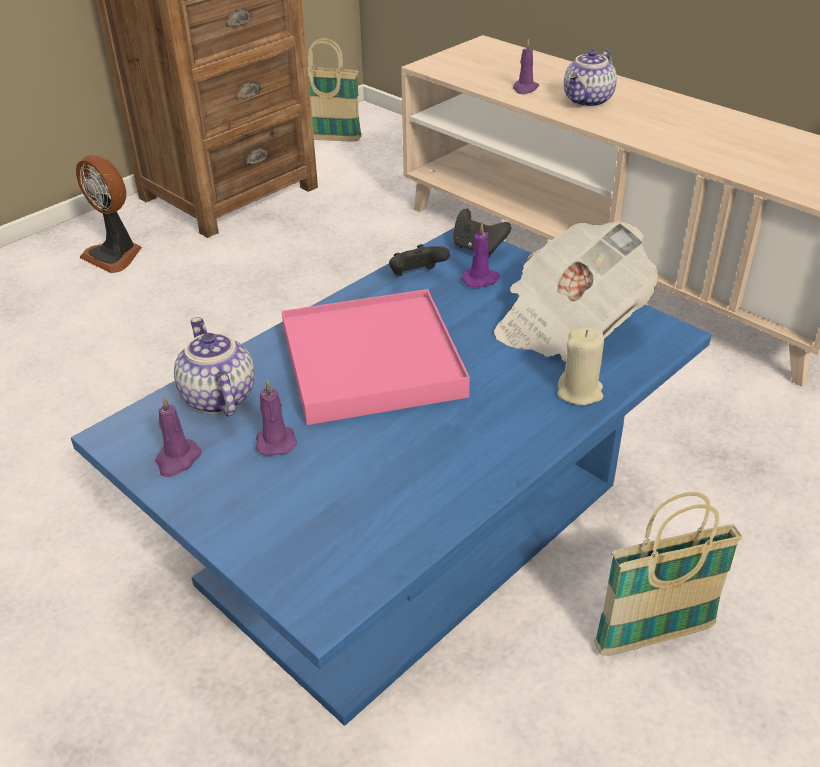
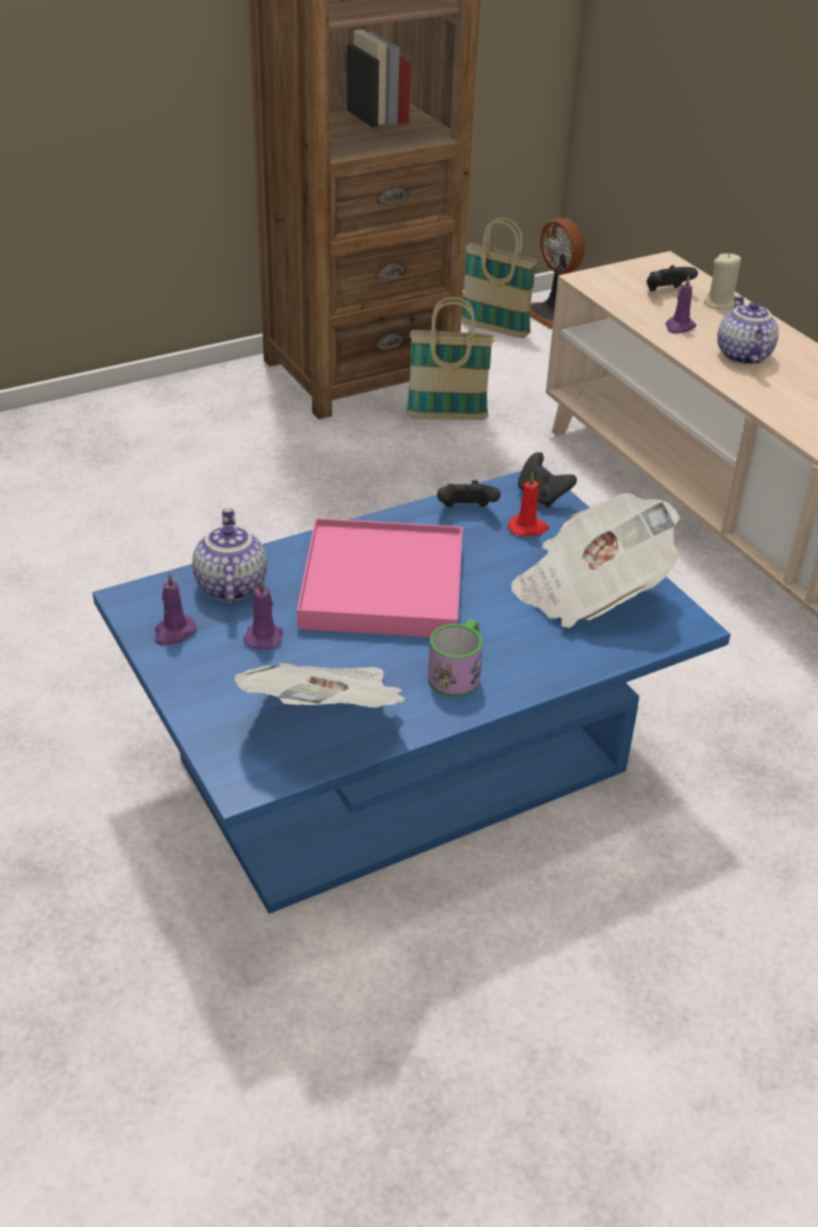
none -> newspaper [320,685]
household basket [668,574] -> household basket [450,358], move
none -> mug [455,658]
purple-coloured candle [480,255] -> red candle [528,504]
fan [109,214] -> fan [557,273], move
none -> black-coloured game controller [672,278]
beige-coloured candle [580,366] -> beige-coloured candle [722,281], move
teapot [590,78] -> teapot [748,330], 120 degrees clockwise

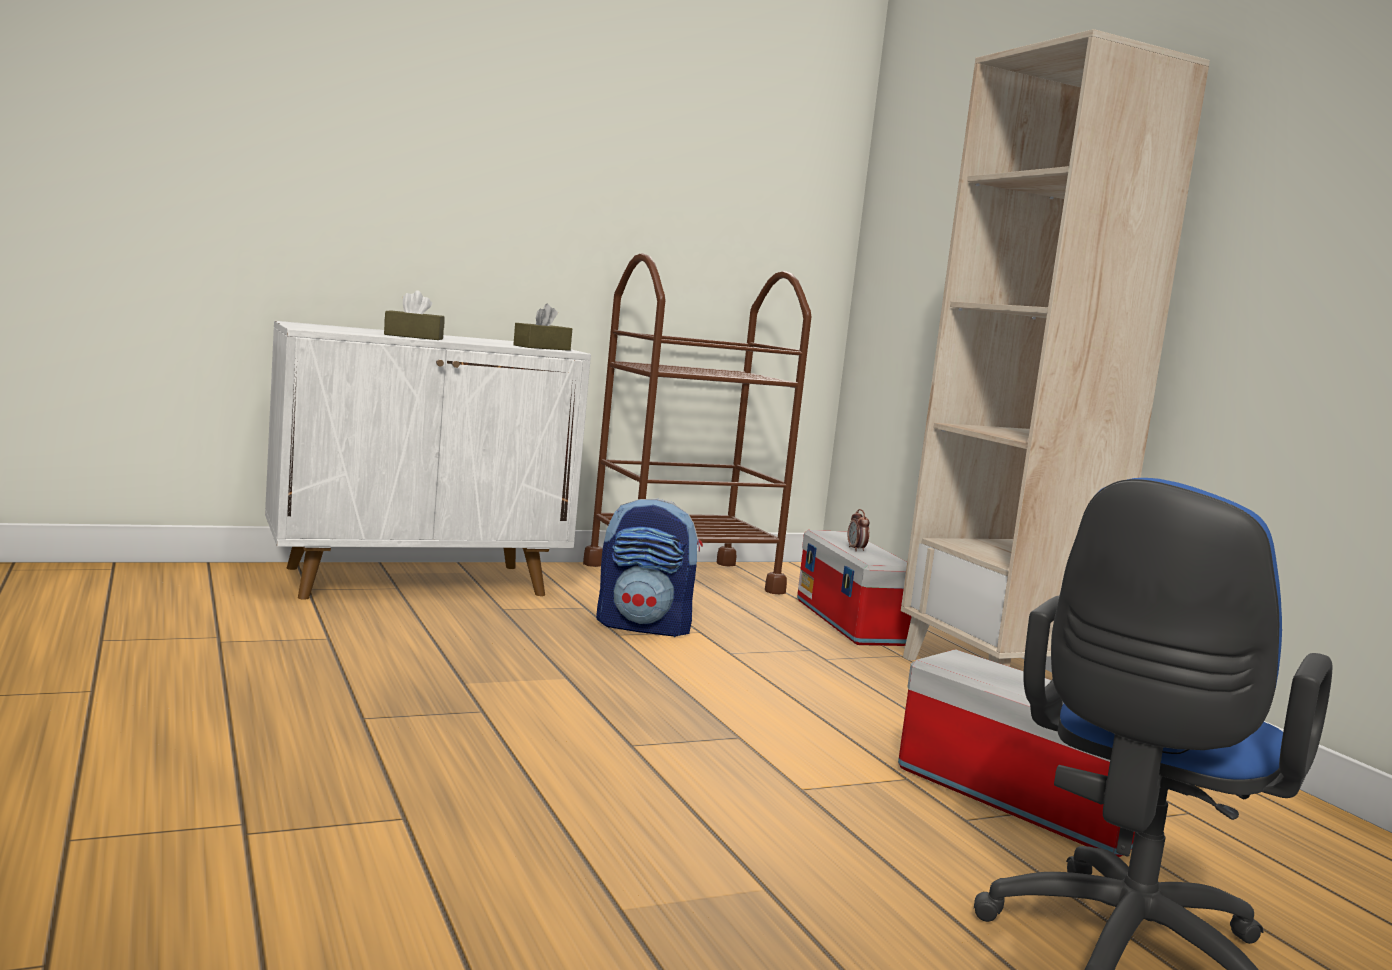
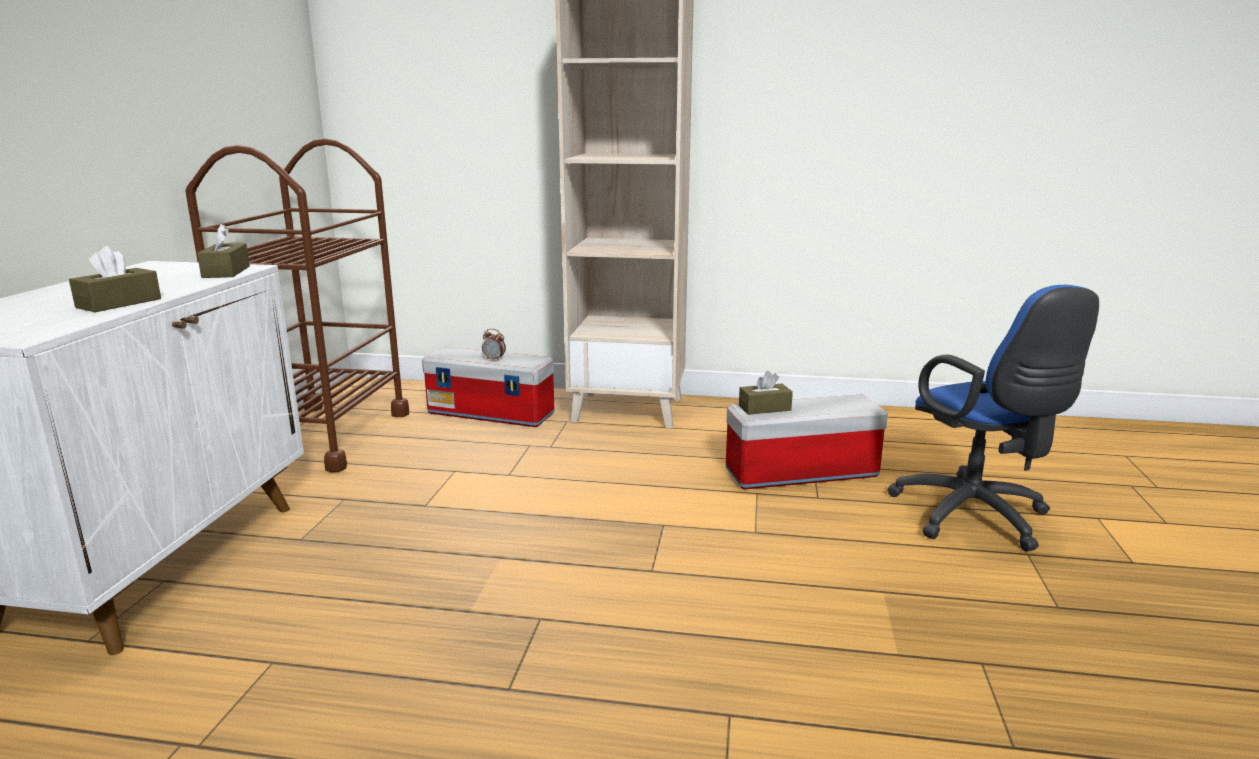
none -> brown tissue holder [766,393]
knapsack [649,567] -> none

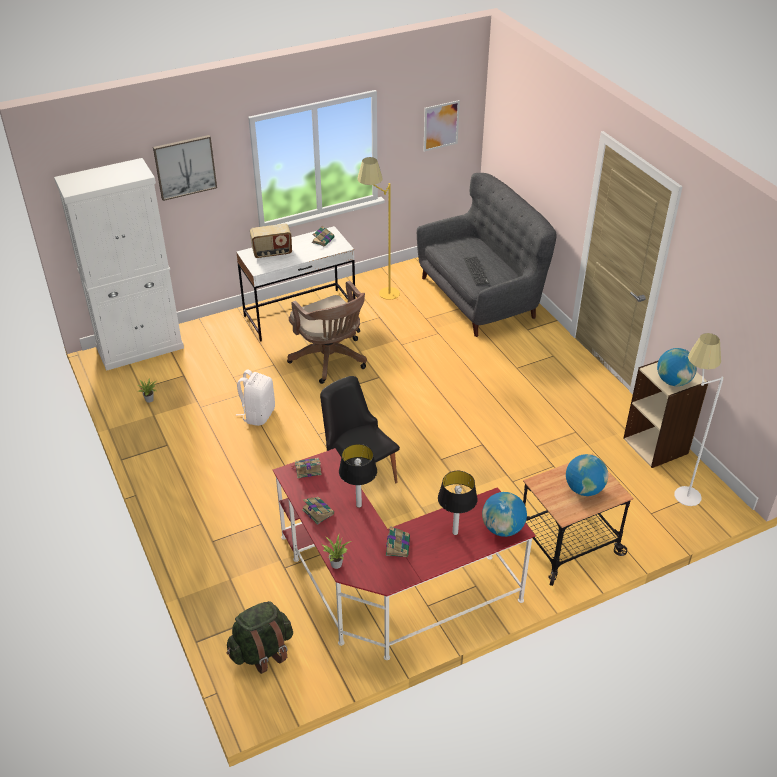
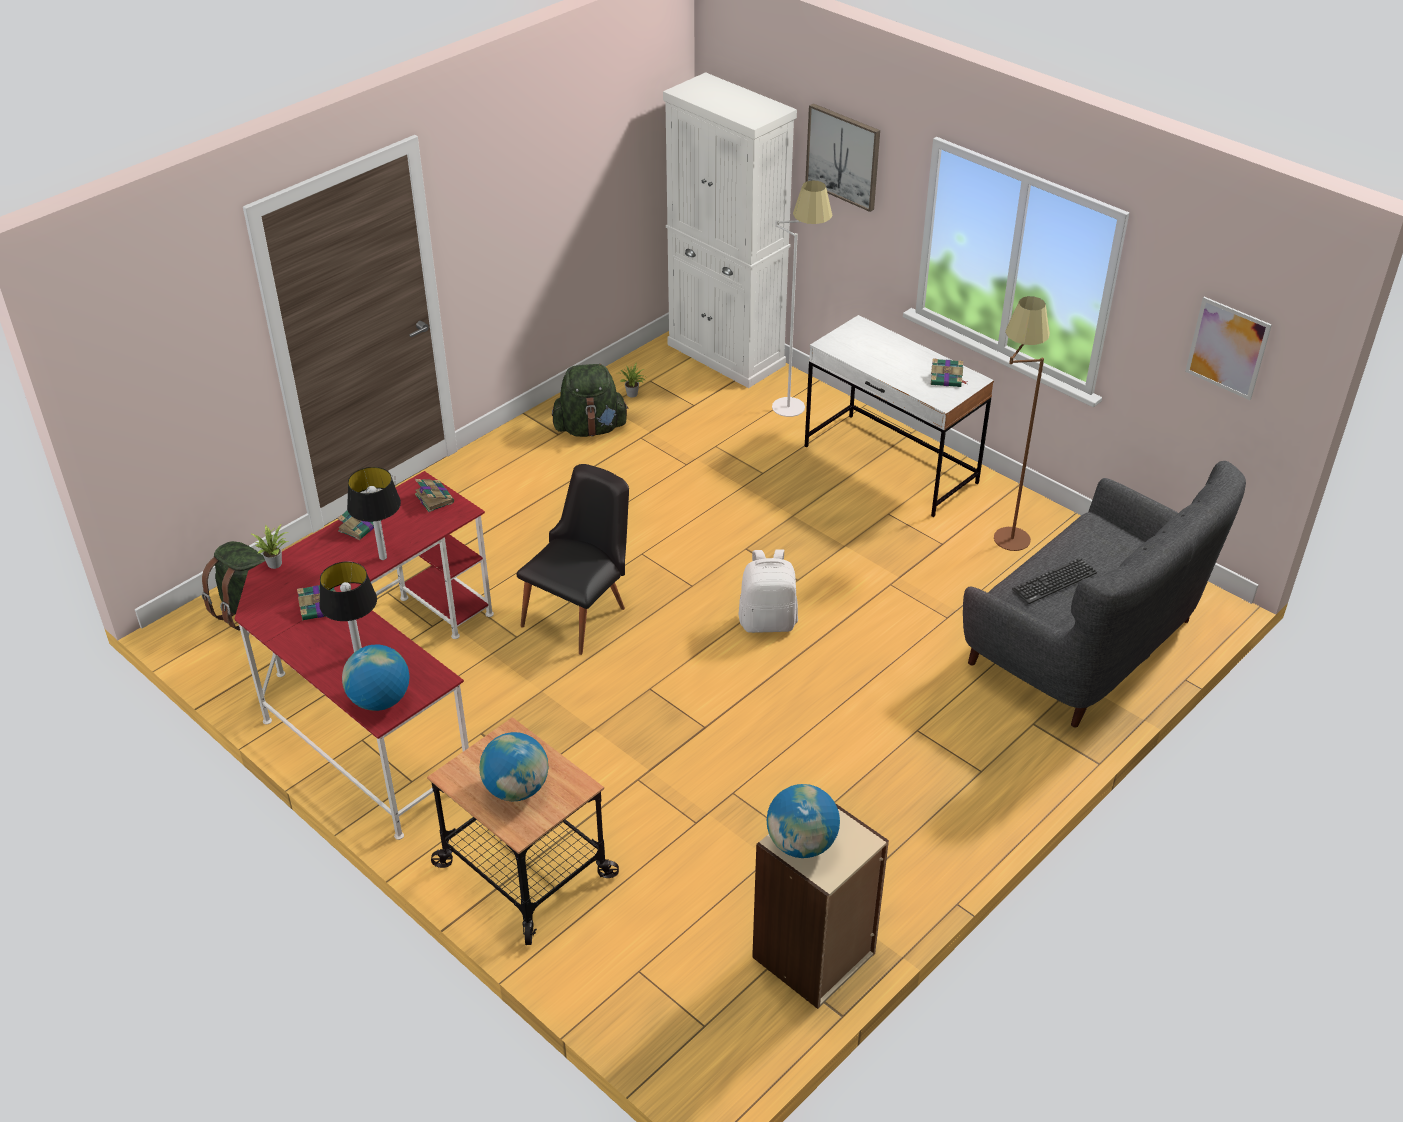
none -> greenish knapsack [590,400]
whitish knapsack [255,398] -> whitish knapsack [768,591], move
whitish standing lamp [699,419] -> whitish standing lamp [802,299], move
yellow-coloured standing lamp [379,228] -> brown standing lamp [1022,423]
radio set [271,241] -> none
brown office chair [327,332] -> none

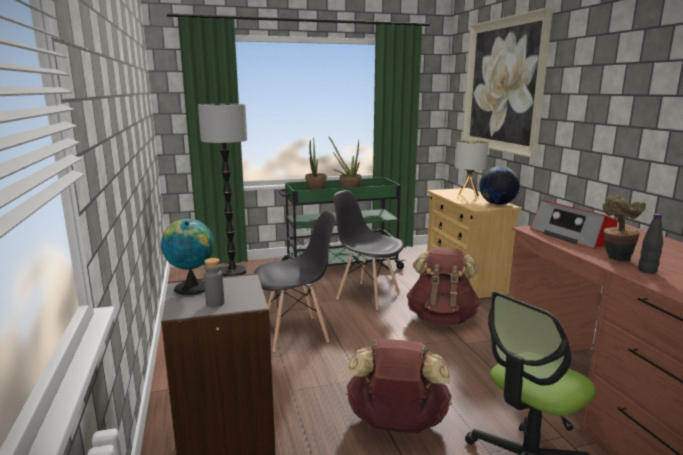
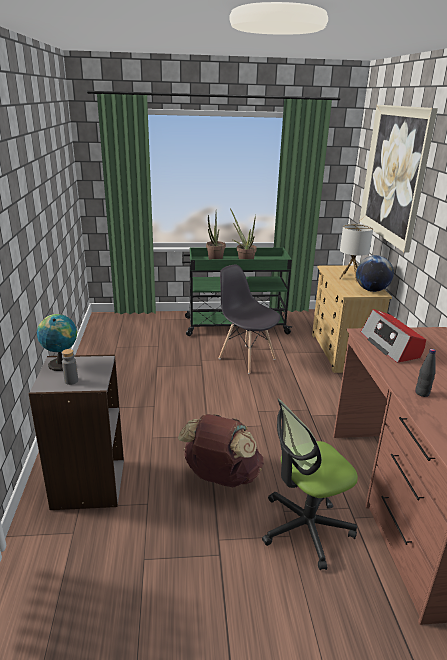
standing lamp [222,190] -> none
gray upright chair [295,281] -> none
brown knapsack [443,286] -> none
houseplant [624,228] -> none

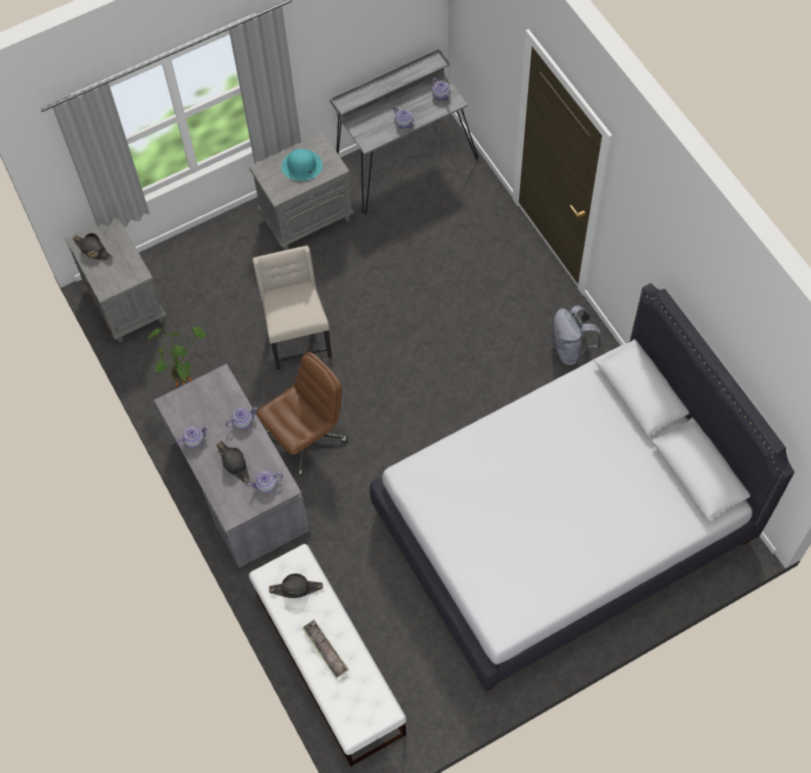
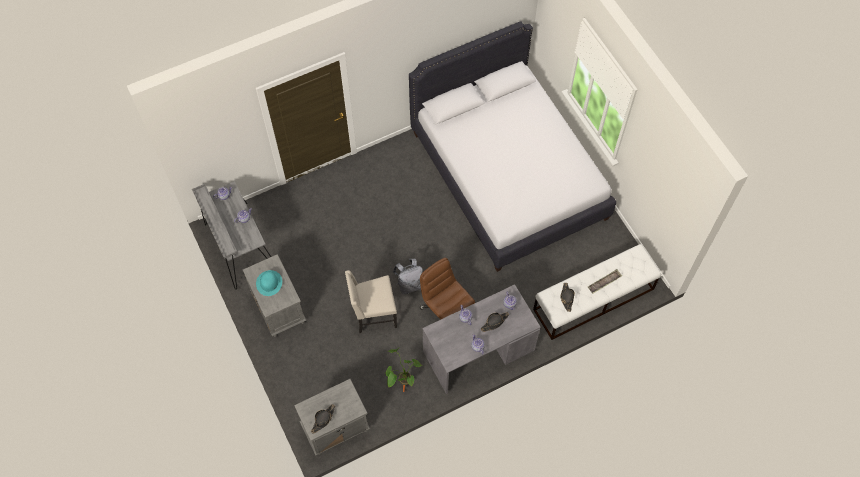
gray knapsack [576,335] -> gray knapsack [408,276], move

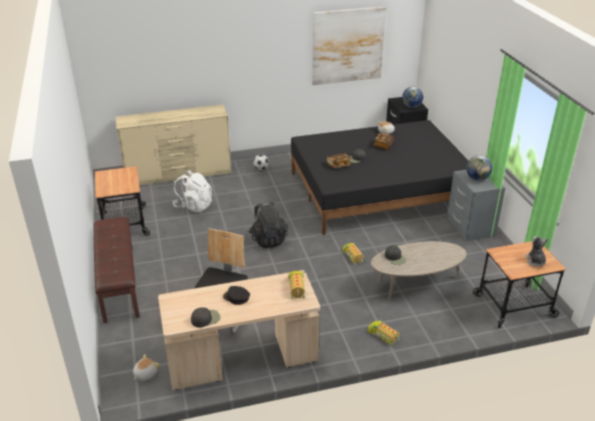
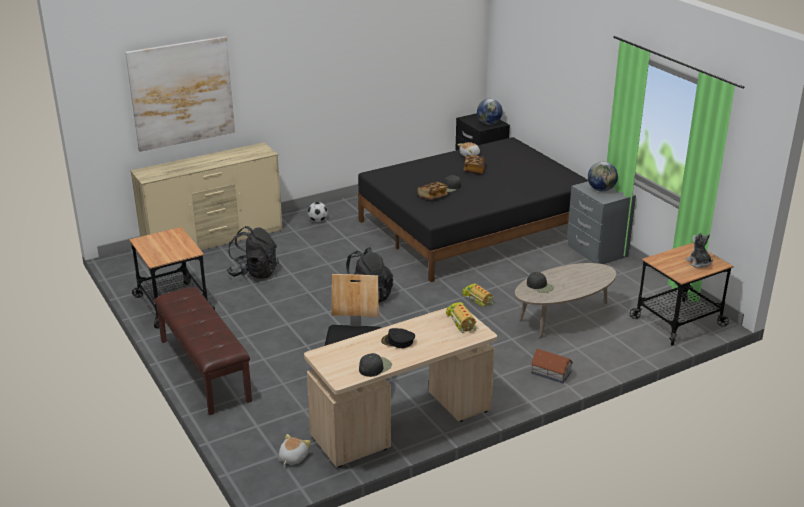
picture [349,45] -> picture [180,94], move
whitish knapsack [192,191] -> black-coloured knapsack [253,252]
toy lorry [384,332] -> model house [552,366]

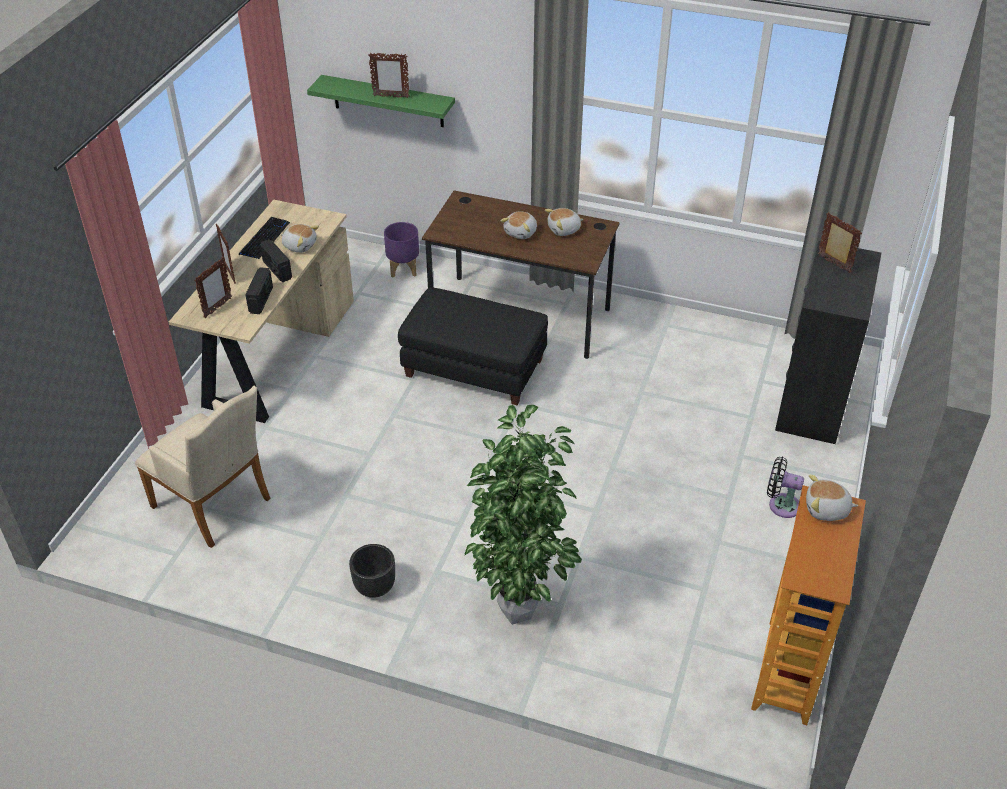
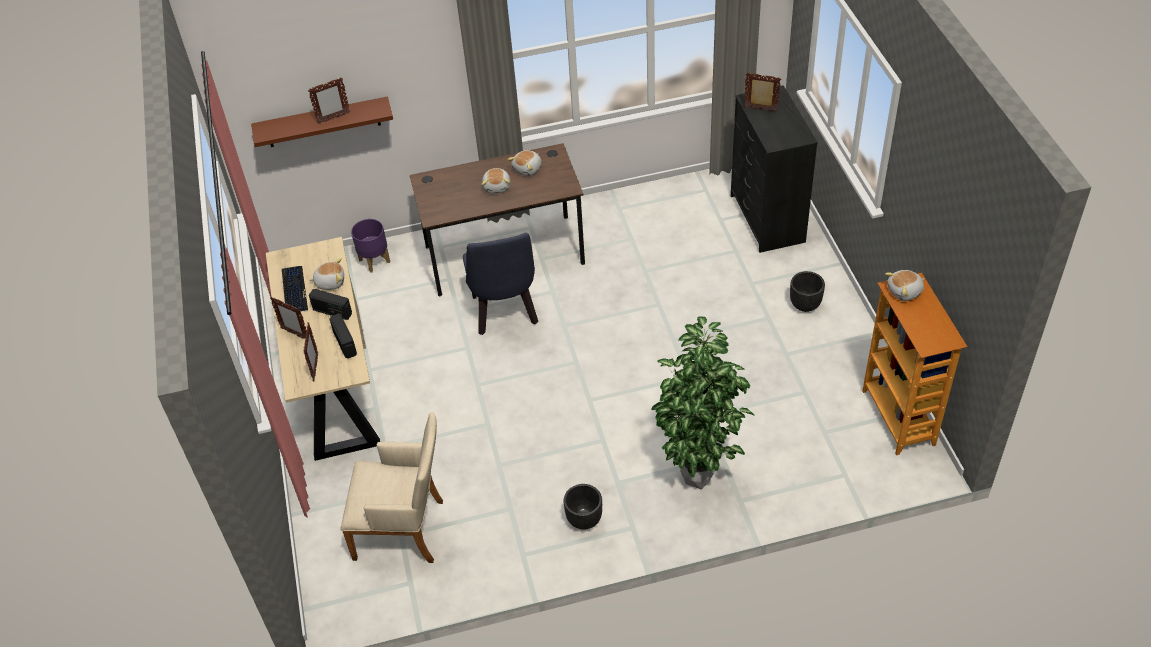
greenish wall shelf [381,101] -> brown wall shelf [322,122]
black-coloured pouffe [473,346] -> blue-coloured upright chair [500,284]
black-coloured fan [785,487] -> black-coloured flower pot [807,291]

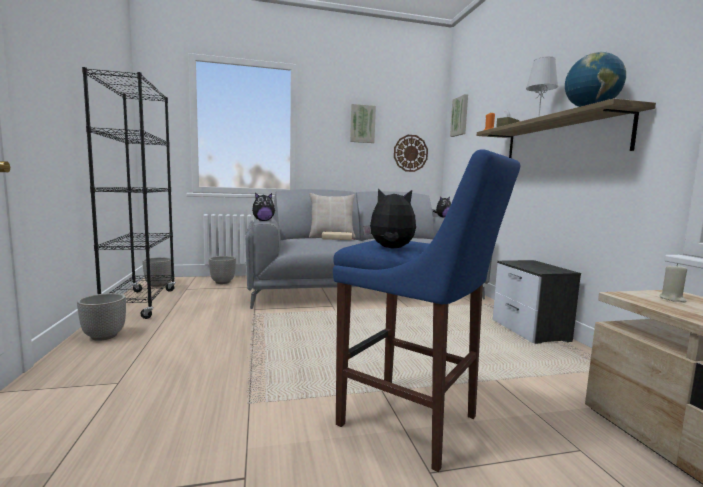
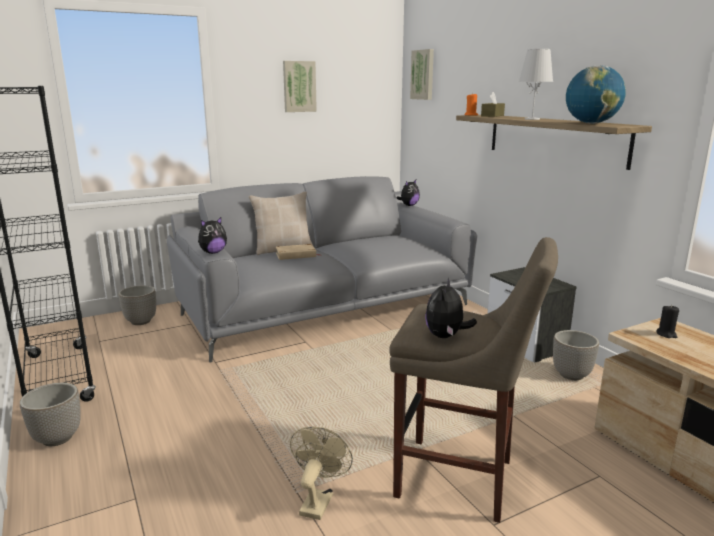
none -> beige-coloured fan [321,473]
blue-coloured stool [426,310] -> beige-coloured stool [473,380]
soft toy [389,219] -> soft toy [451,308], 75 degrees counterclockwise
flower pot [156,272] -> flower pot [576,355], move
beige-coloured candle [673,282] -> black-coloured candle [667,321]
clock on the wall [411,153] -> none

